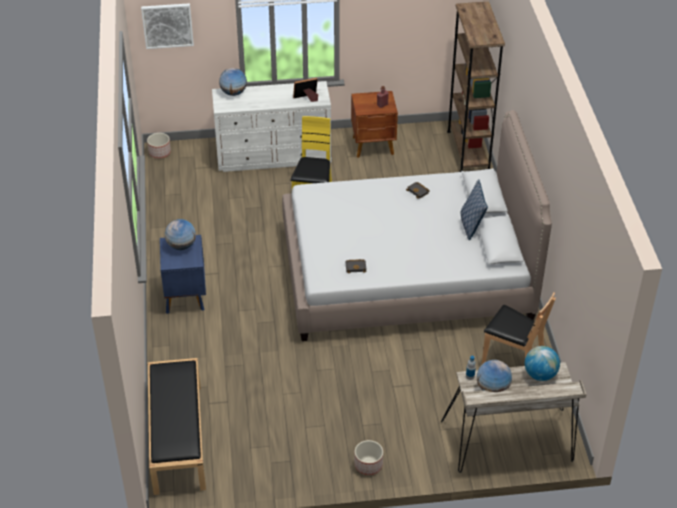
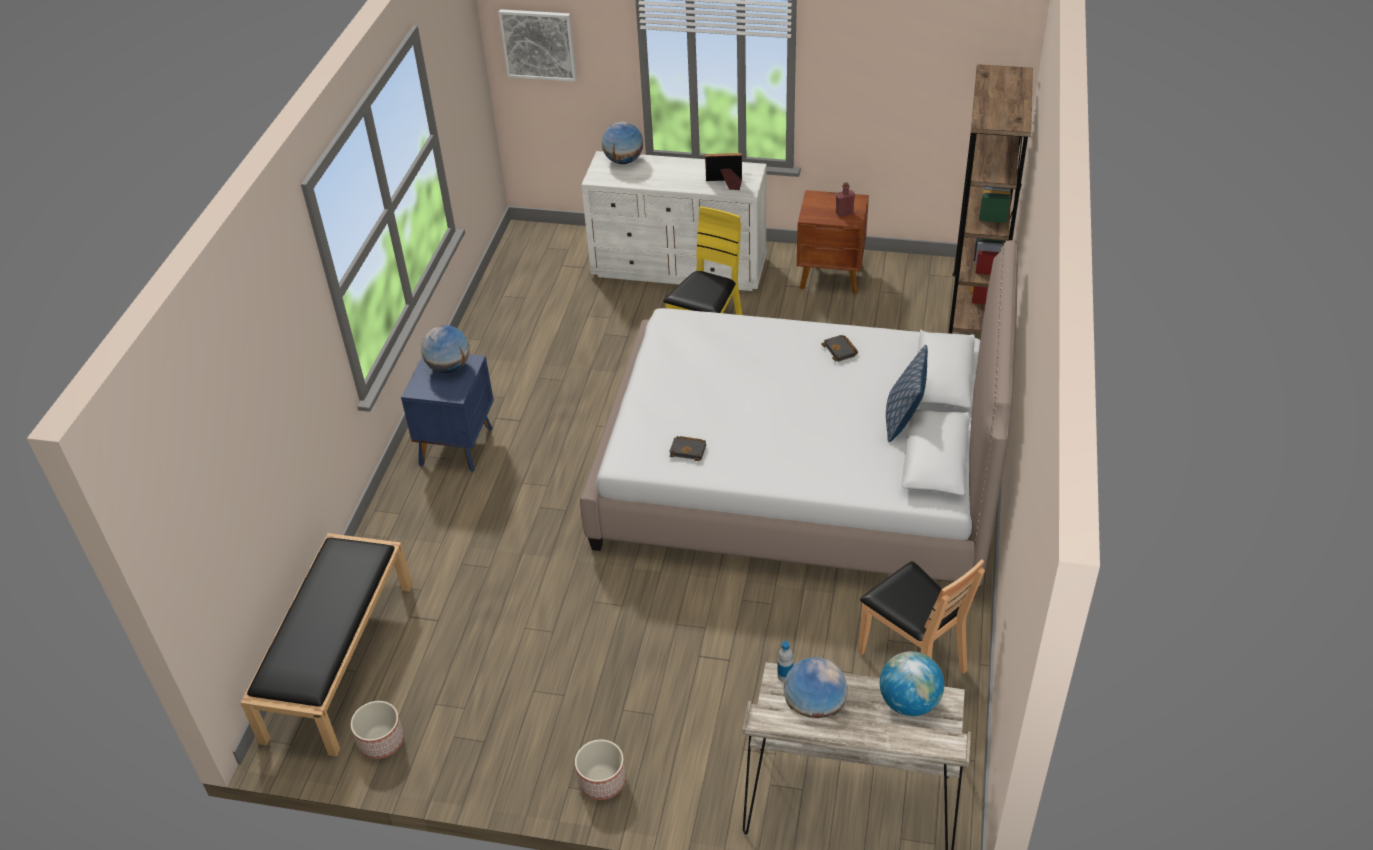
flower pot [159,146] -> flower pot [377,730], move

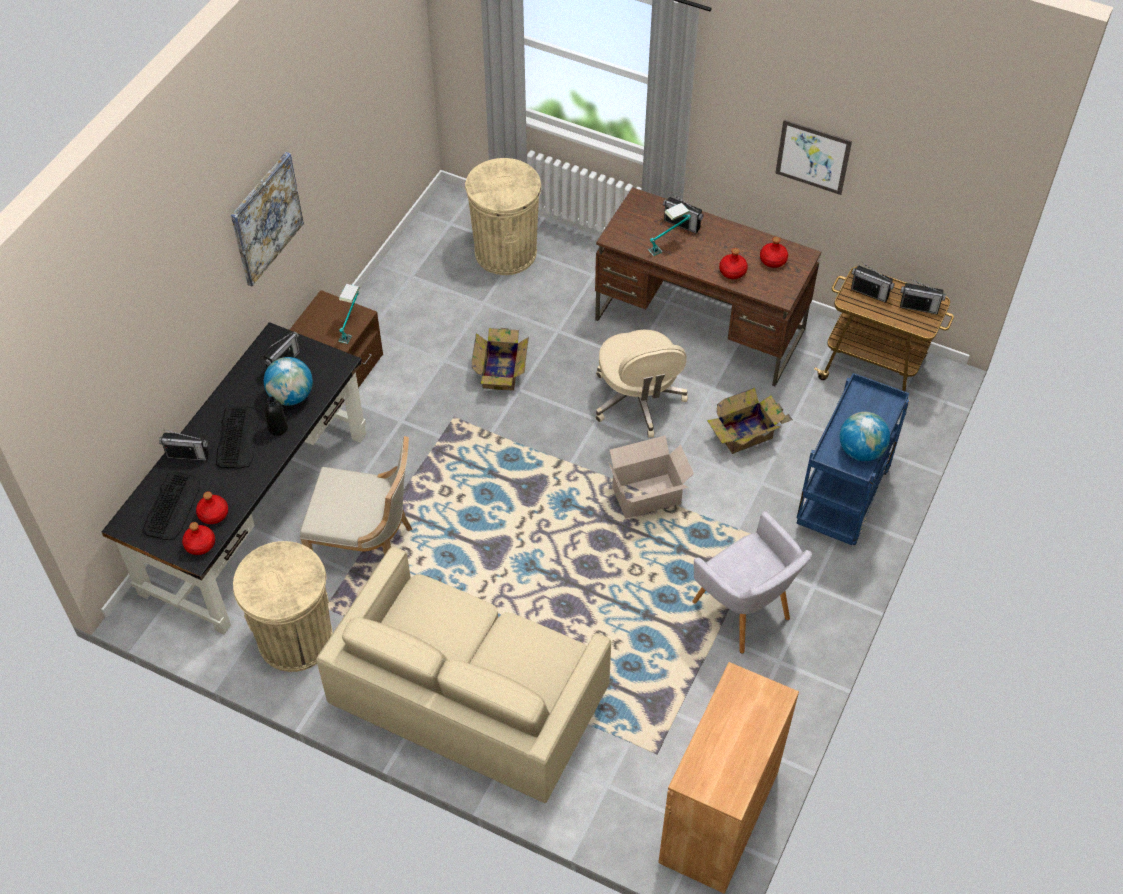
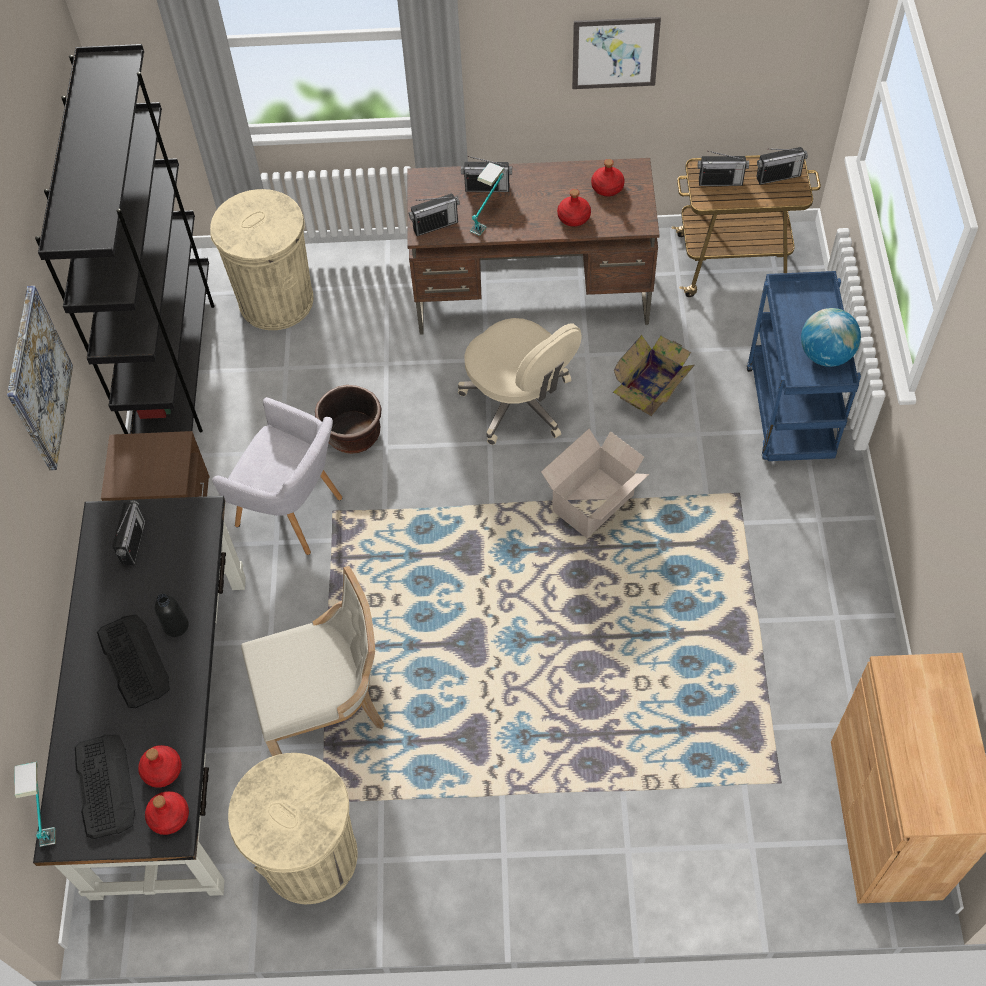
table lamp [349,314] -> table lamp [35,804], move
none -> black-coloured shelving unit [125,239]
gray easy chair [752,582] -> gray easy chair [277,476], move
carton [500,359] -> brown flower pot [348,419]
radio set [184,445] -> radio set [434,215], move
desk globe [288,381] -> none
beige-coloured settee [463,675] -> none

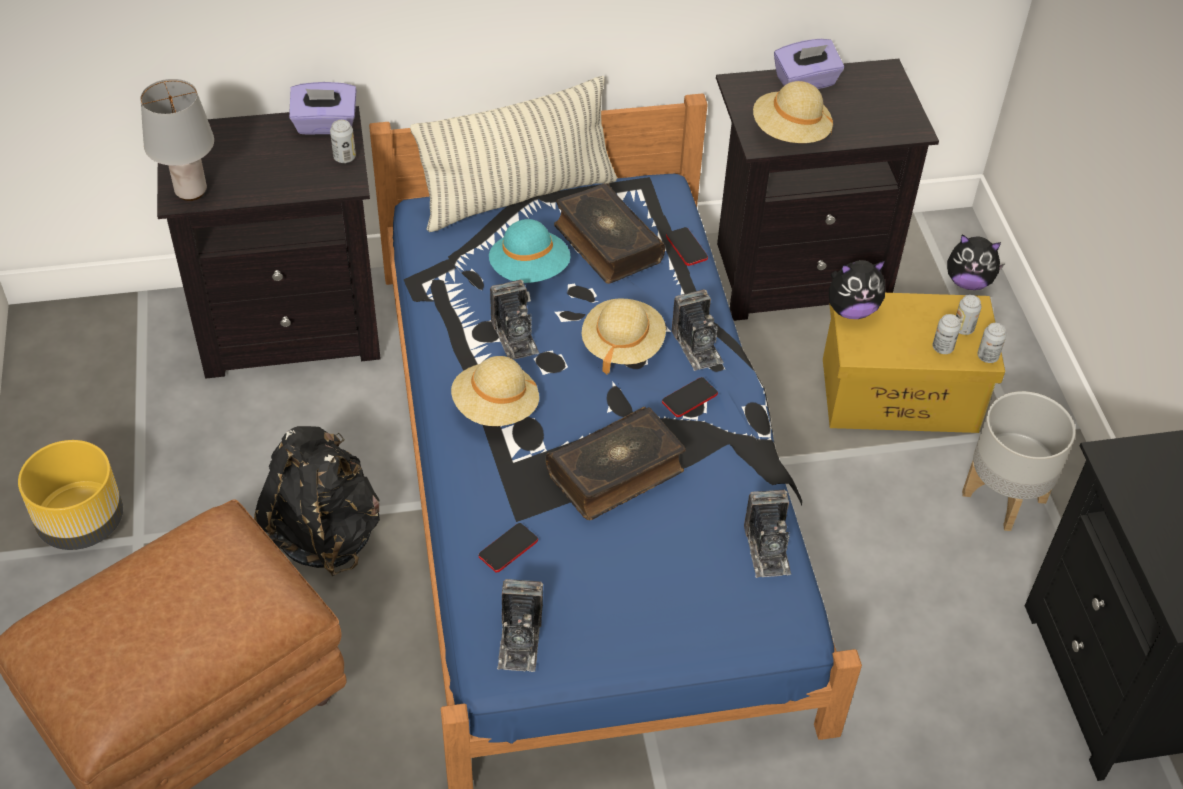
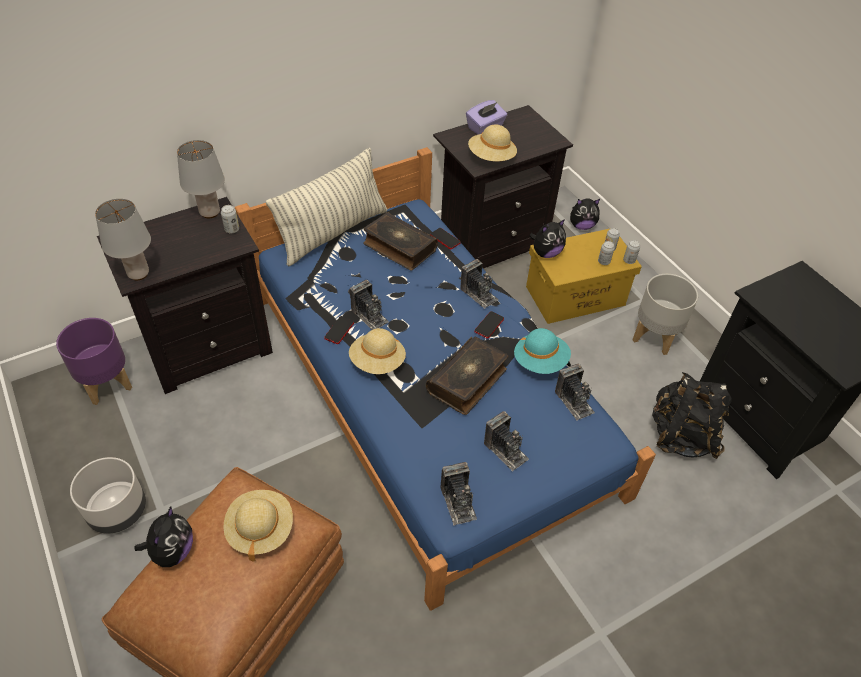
none -> purple-coloured flower pot [94,361]
yellow-coloured flower pot [70,495] -> gray flower pot [108,495]
none -> soft toy [163,536]
purple-coloured tissue holder [323,108] -> gray table lamp [201,179]
beige-coloured hat [624,336] -> beige-coloured hat [258,526], move
telephone [508,548] -> telephone [339,330], move
none -> photo camera [506,441]
blue-green hat [529,251] -> blue-green hat [542,351], move
black-coloured knapsack [317,501] -> black-coloured knapsack [692,415], move

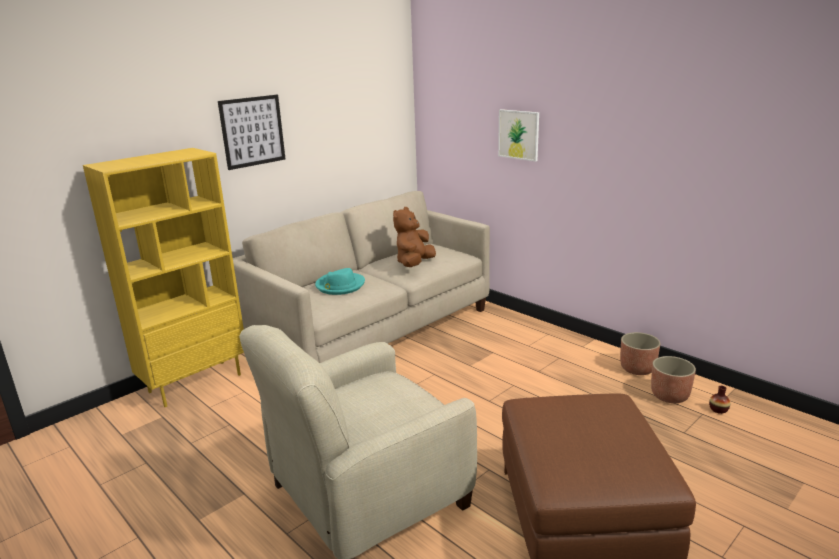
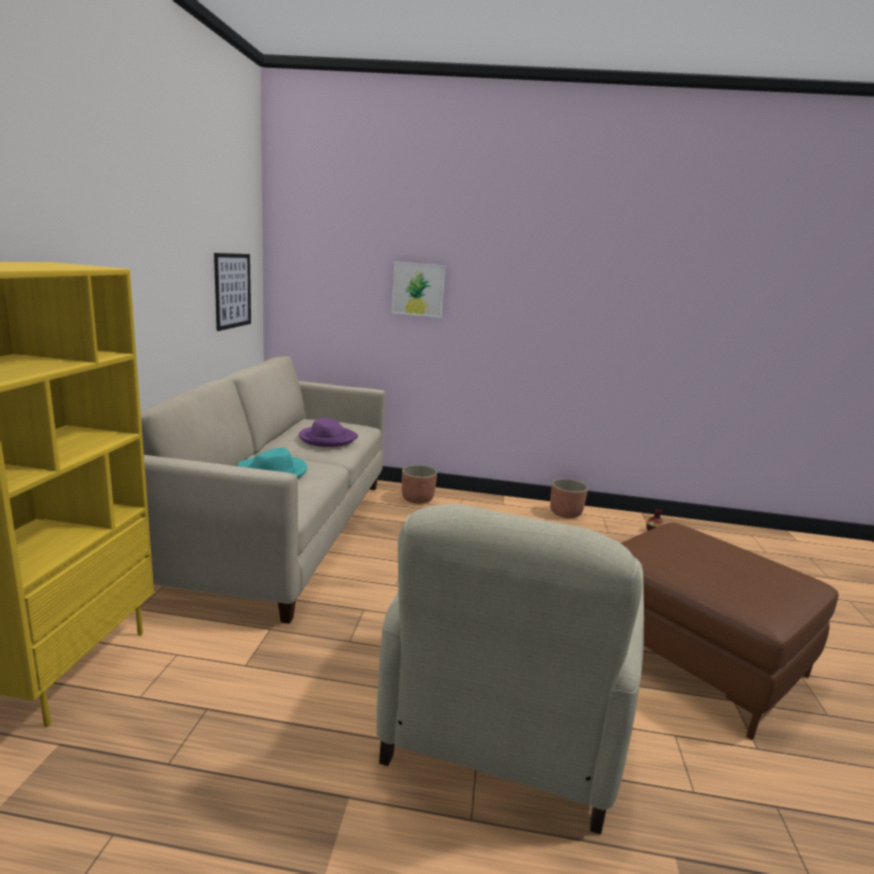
picture [251,132] -> picture [232,292], move
brown soft toy [414,237] -> purple-coloured hat [328,432]
flower pot [673,379] -> flower pot [419,484], move

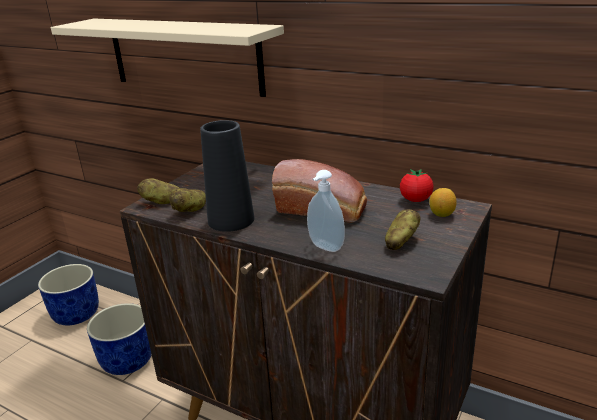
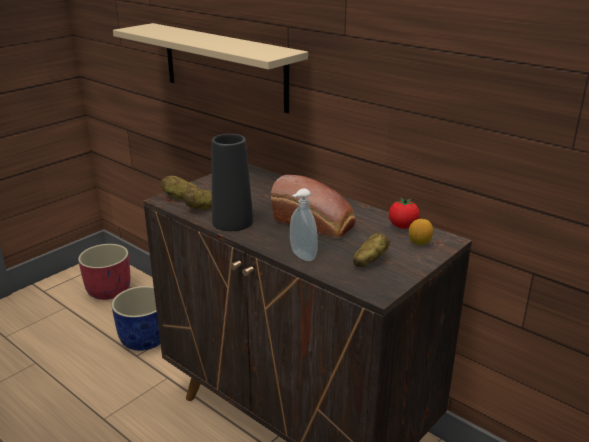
blue-coloured flower pot [68,294] -> red flower pot [104,272]

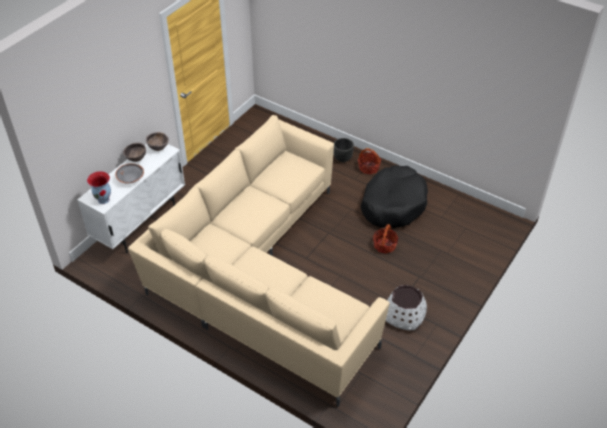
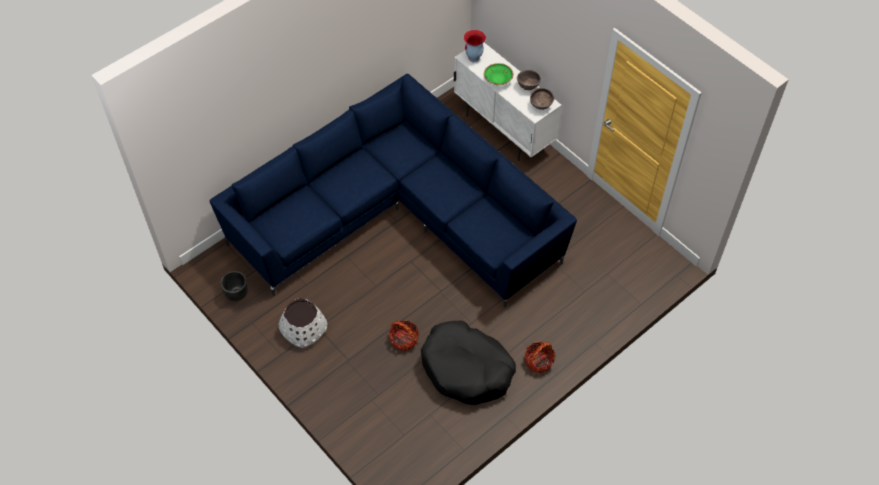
beige-coloured settee [259,261] -> blue-coloured settee [393,191]
black-coloured flower pot [344,150] -> black-coloured flower pot [234,286], move
gray deep dish [129,173] -> greenish deep dish [498,74]

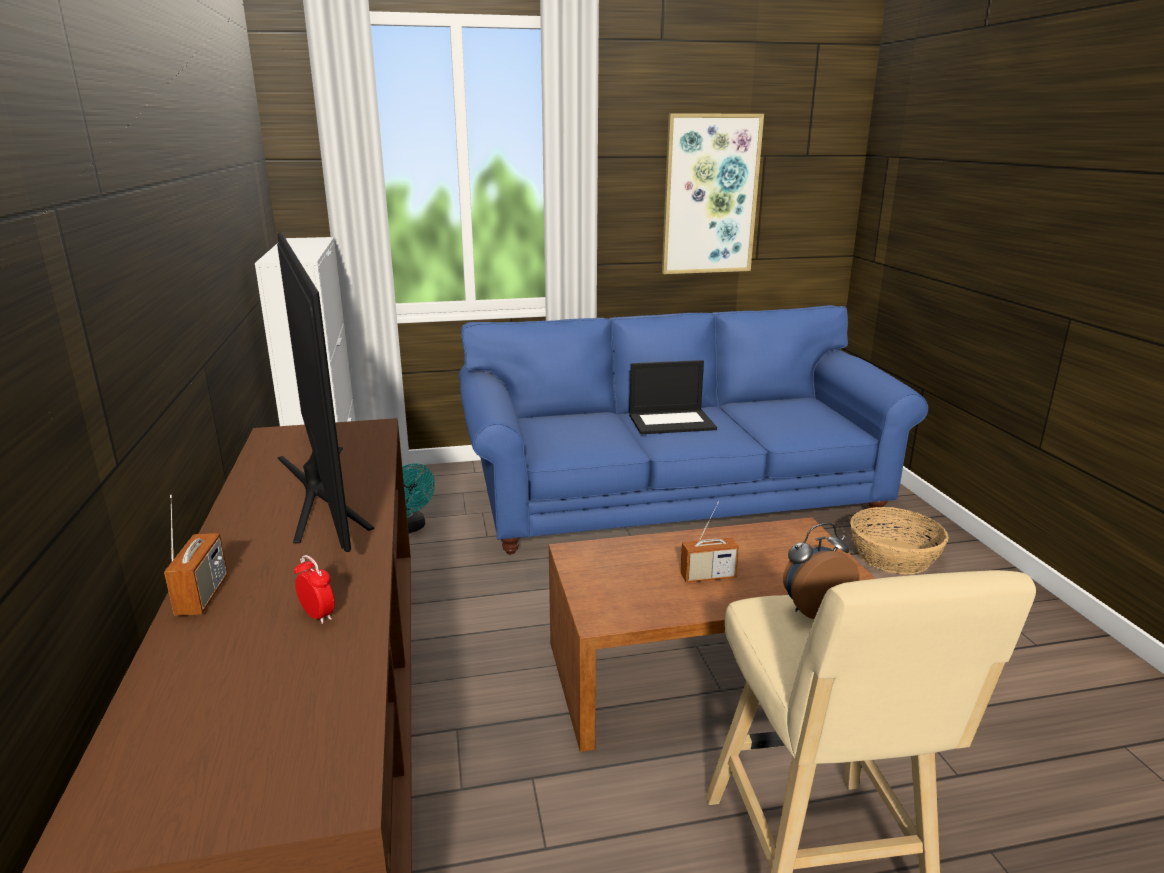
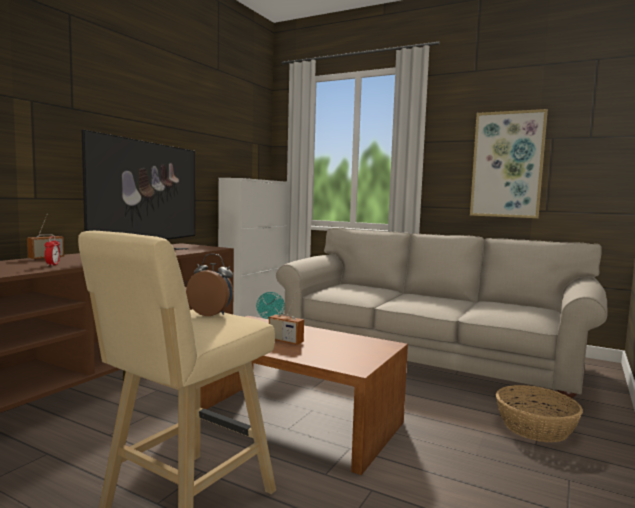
blue-coloured settee [693,430] -> beige-coloured settee [442,317]
laptop [673,397] -> none

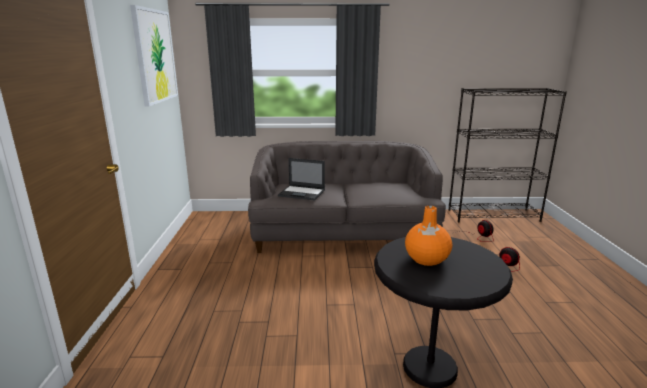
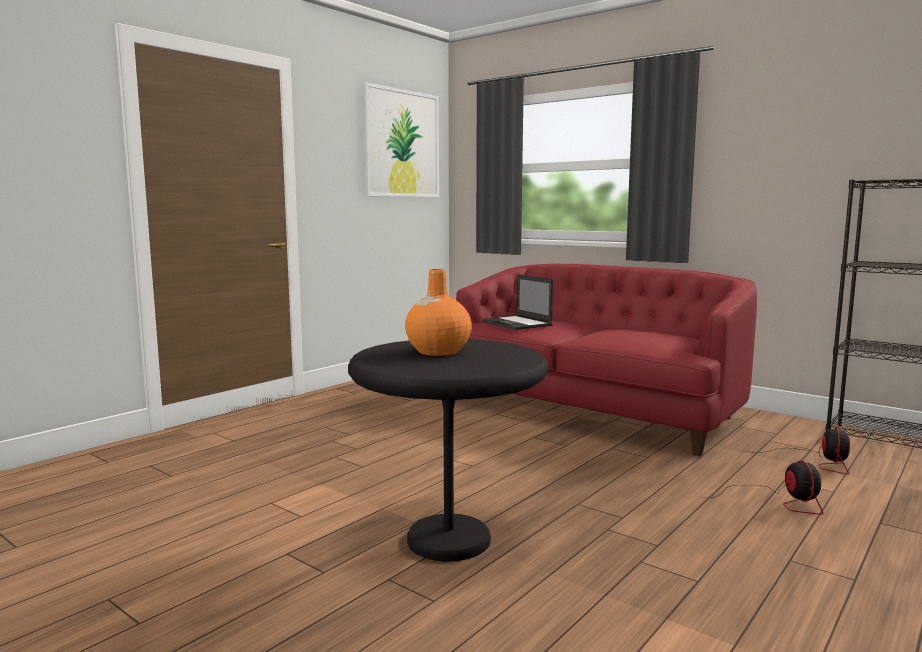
gray settee [347,197] -> red settee [606,360]

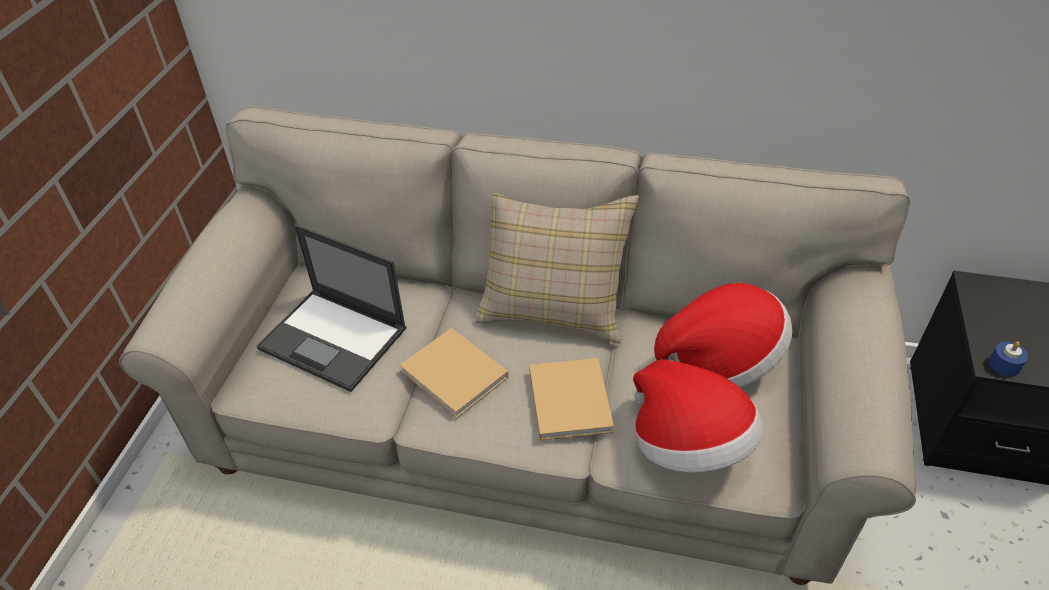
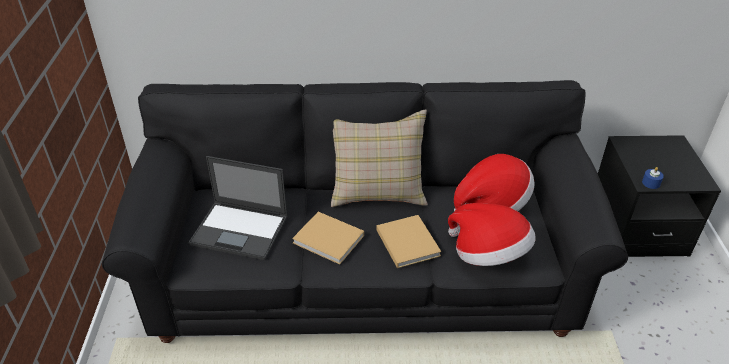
beige-coloured settee [517,345] -> black-coloured settee [365,211]

